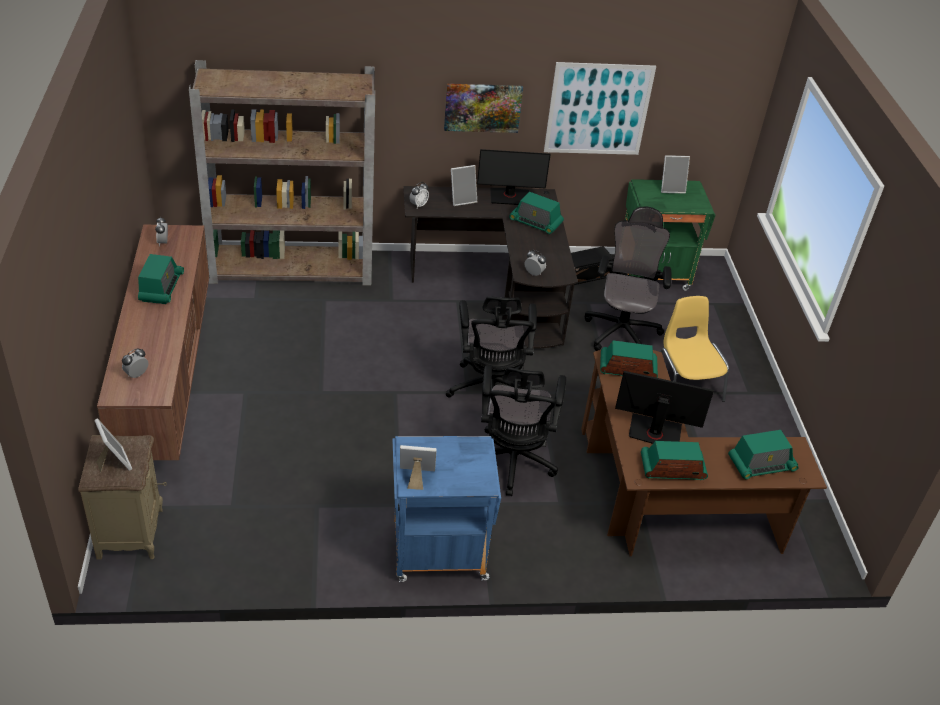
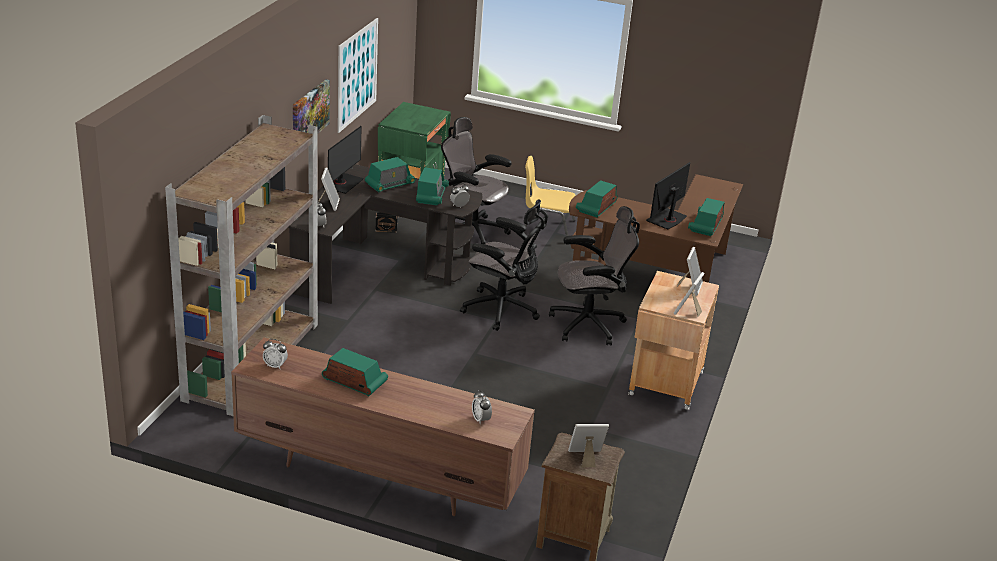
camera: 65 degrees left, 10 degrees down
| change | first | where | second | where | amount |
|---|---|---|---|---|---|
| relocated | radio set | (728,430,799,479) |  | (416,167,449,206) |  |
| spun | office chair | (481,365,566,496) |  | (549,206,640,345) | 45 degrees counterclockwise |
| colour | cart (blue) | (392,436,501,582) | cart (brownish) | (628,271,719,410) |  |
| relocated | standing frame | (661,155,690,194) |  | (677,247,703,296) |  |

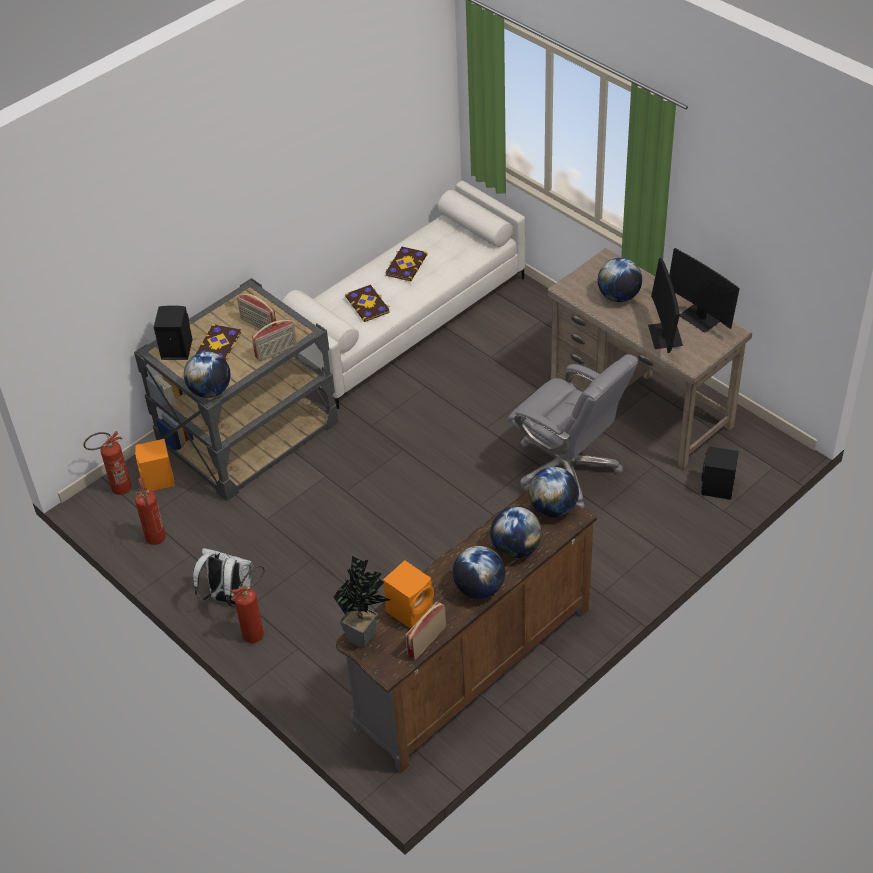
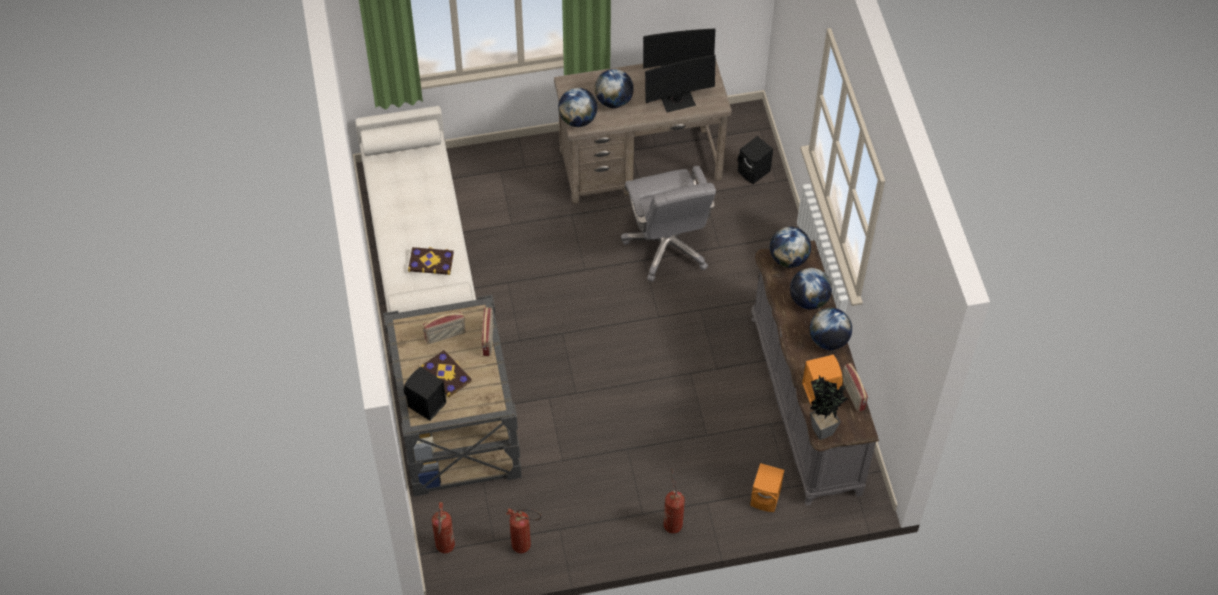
camera: 60 degrees left, 10 degrees up
| change | first | where | second | where | amount |
|---|---|---|---|---|---|
| relocated | world globe | (184,351,231,398) |  | (558,88,597,127) |  |
| spun | office chair (greyish) | (507,354,638,509) |  | (621,166,716,282) | 90 degrees clockwise |
| spun | computer display | (648,258,683,353) |  | (645,55,716,112) | 45 degrees counterclockwise |
| relocated | loudspeaker (orange) | (135,439,175,491) |  | (750,463,784,512) |  |
| missing | knapsack (white-coloured) | (193,548,255,607) |  |  |  |
| missing | book | (385,247,428,281) |  |  |  |

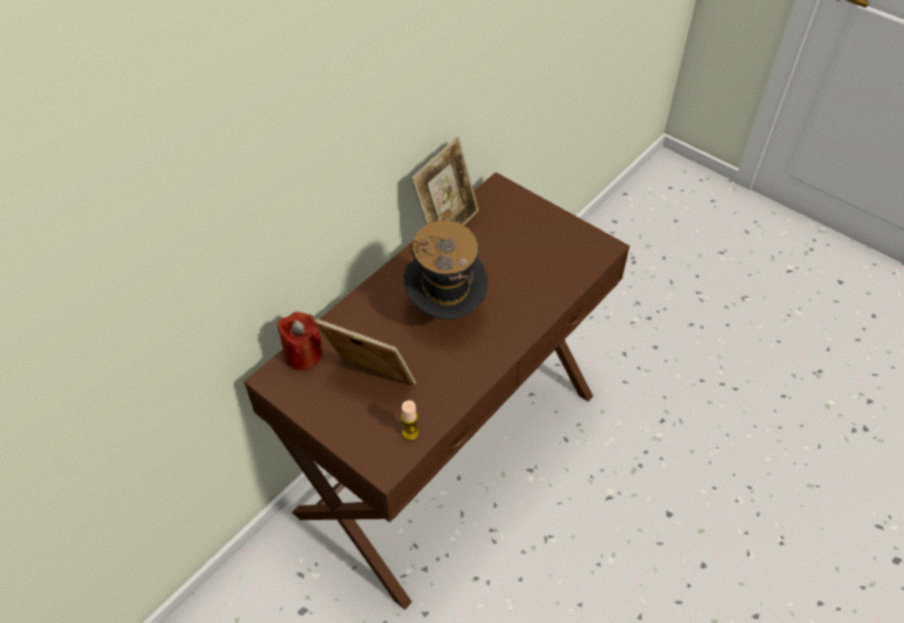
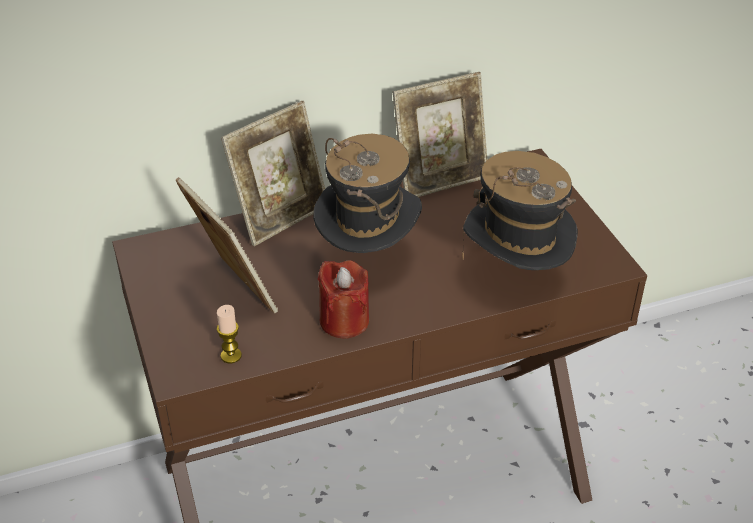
camera: 30 degrees right, 10 degrees down
| change | first | where | second | where | amount |
|---|---|---|---|---|---|
| appeared |  |  | standing frame | (221,101,325,246) |  |
| relocated | candle (red) | (278,312,323,370) |  | (318,260,369,338) |  |
| appeared |  |  | clothing hat | (462,151,578,270) |  |

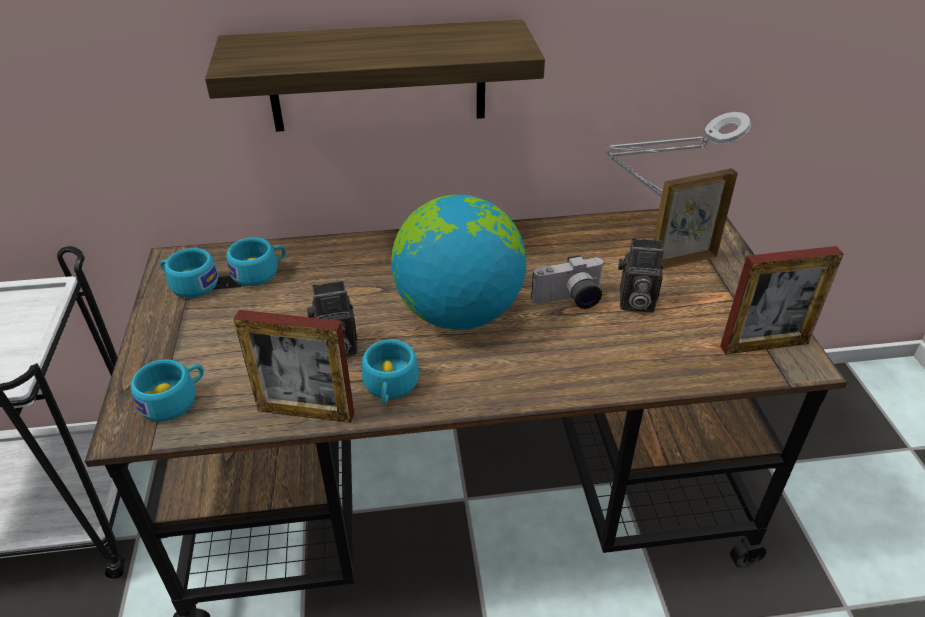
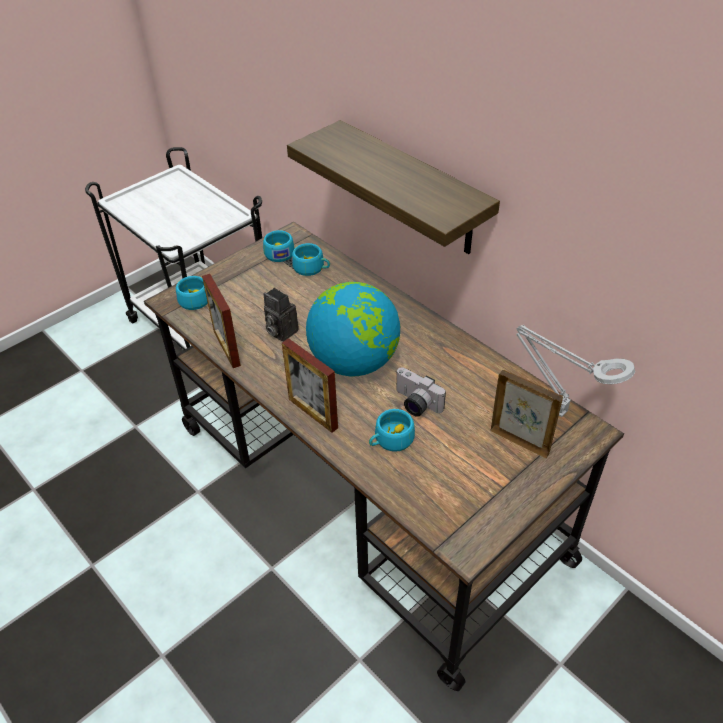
camera: 55 degrees right, 5 degrees up
| change | first | where | second | where | amount |
|---|---|---|---|---|---|
| relocated | standing frame | (720,246,844,354) |  | (282,338,338,433) |  |
| relocated | drinking cup (turquoise) | (362,339,419,404) |  | (369,409,415,452) |  |
| missing | still camera | (618,239,664,313) |  |  |  |

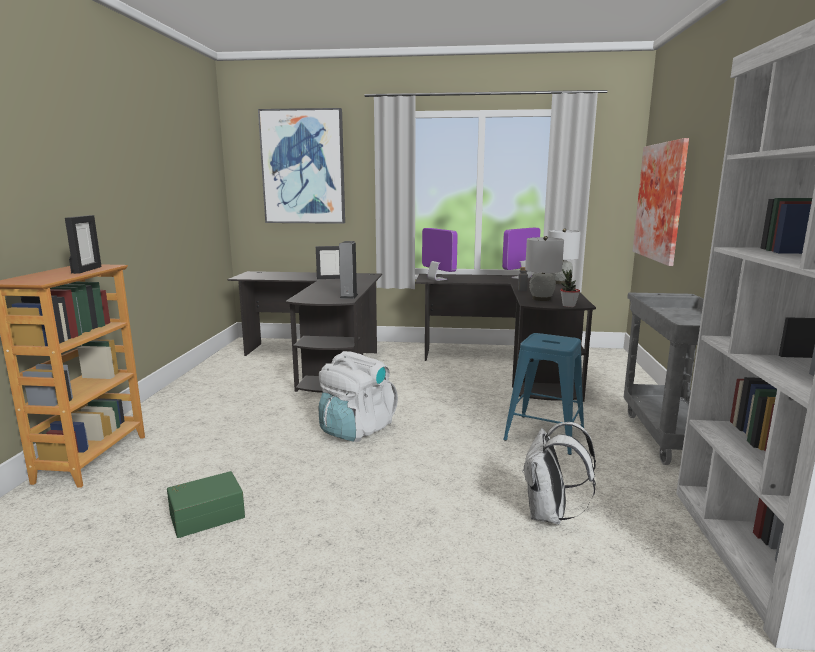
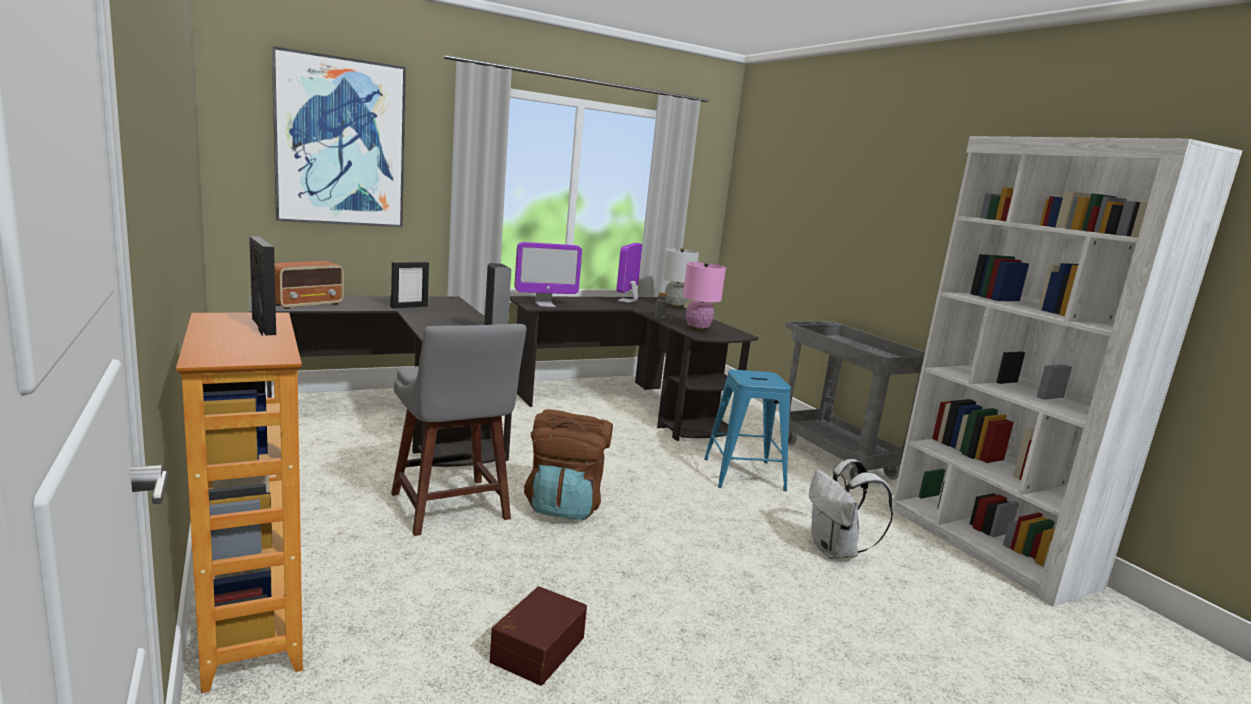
camera: 35 degrees left, 0 degrees up
| change | first | where | second | where | amount |
|---|---|---|---|---|---|
| appeared |  |  | radio set | (275,261,344,309) |  |
| appeared |  |  | stool seat (greyish) | (391,324,526,536) |  |
| colour | storage bin (greenish) | (167,471,245,538) | storage bin (brownish) | (490,586,587,686) |  |
| spun | computer display | (422,228,458,281) |  | (515,242,582,307) | 135 degrees clockwise |
| colour | knapsack (white-coloured) | (319,351,398,442) | knapsack (brownish) | (524,409,613,520) |  |
| colour | tabletop lamp (white-coloured) | (525,236,564,301) | tabletop lamp (pinkish) | (683,262,726,332) |  |
| missing | plant in a pot | (560,269,580,307) |  |  |  |
| missing | picture | (633,138,689,266) |  |  |  |

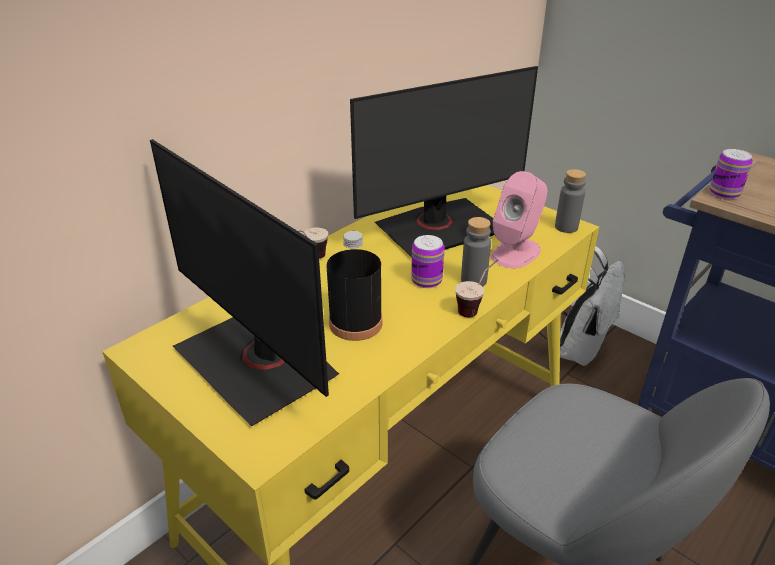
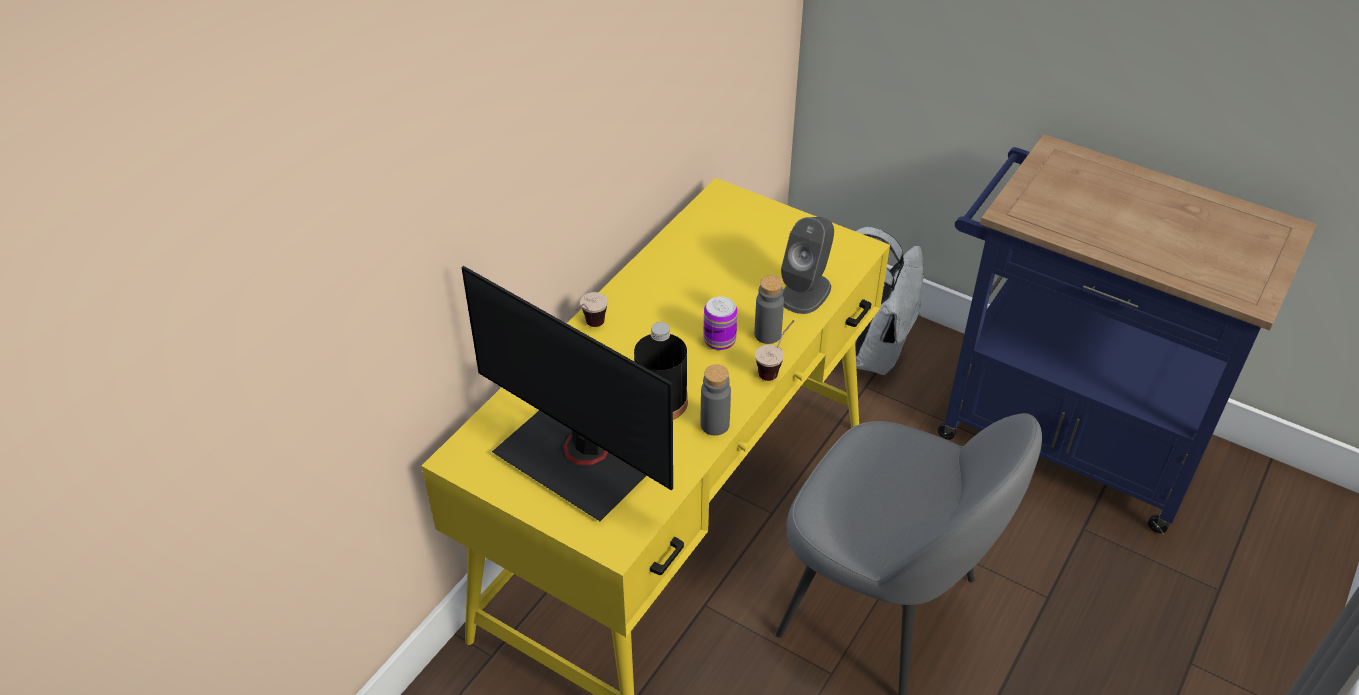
camera: 10 degrees left, 10 degrees up
| change | first | where | second | where | amount |
|---|---|---|---|---|---|
| relocated | beverage bottle (greyish) | (555,169,586,233) |  | (700,364,731,436) |  |
| colour | loudspeaker (pinkish) | (491,171,547,269) | loudspeaker (greyish) | (781,217,834,314) |  |
| missing | computer display | (350,66,538,257) |  |  |  |
| missing | metal can | (710,149,753,199) |  |  |  |

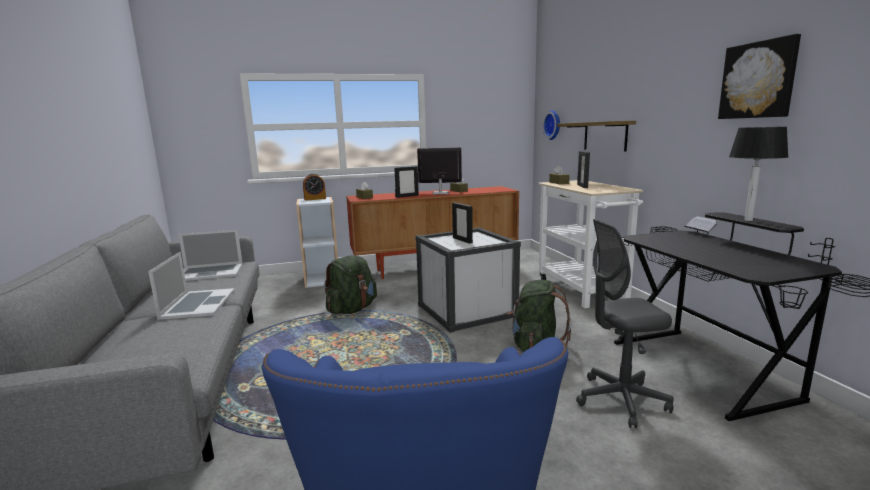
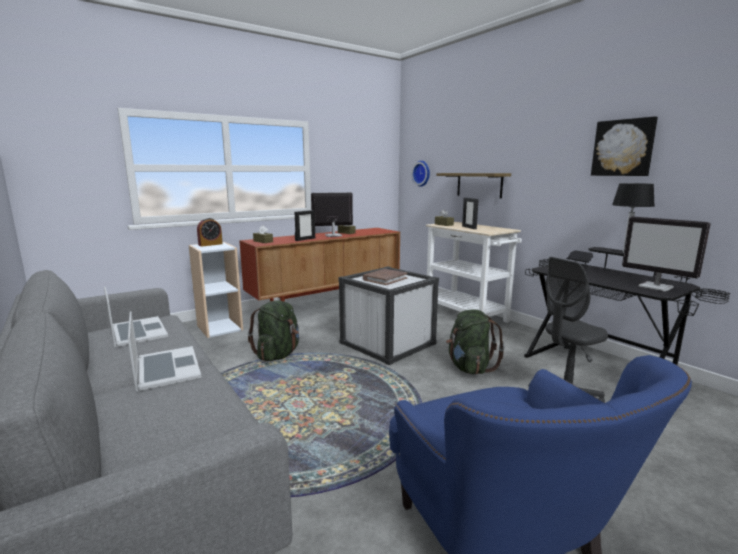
camera: 20 degrees left, 0 degrees up
| change | first | where | second | where | amount |
|---|---|---|---|---|---|
| spun | portable computer | (178,230,243,281) |  | (104,287,168,347) | 90 degrees counterclockwise |
| exchanged | standing frame | (452,202,473,244) | book (brownish) | (363,269,408,285) |  |
| appeared |  |  | computer display | (622,216,711,291) |  |

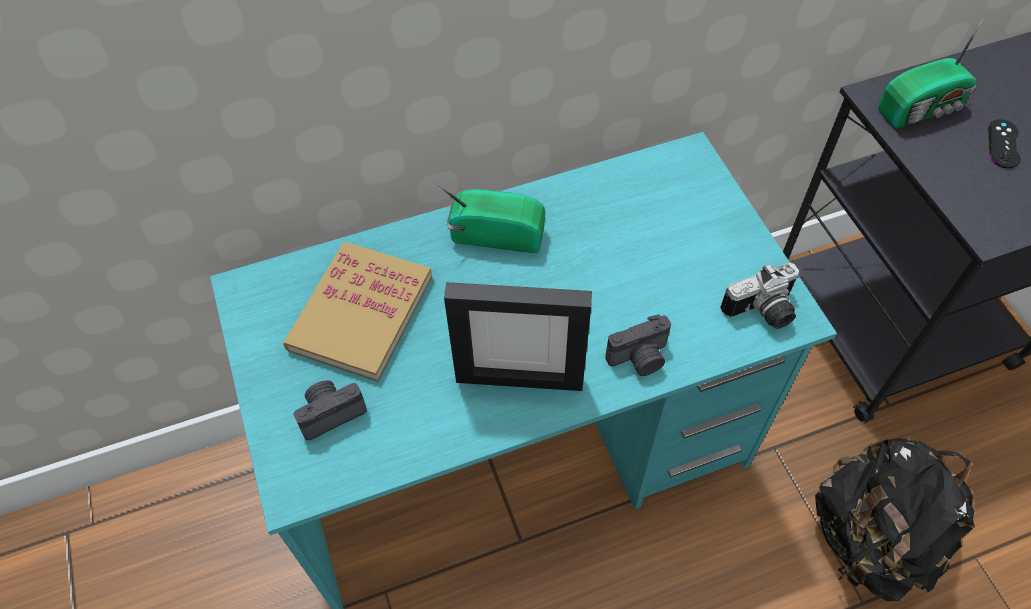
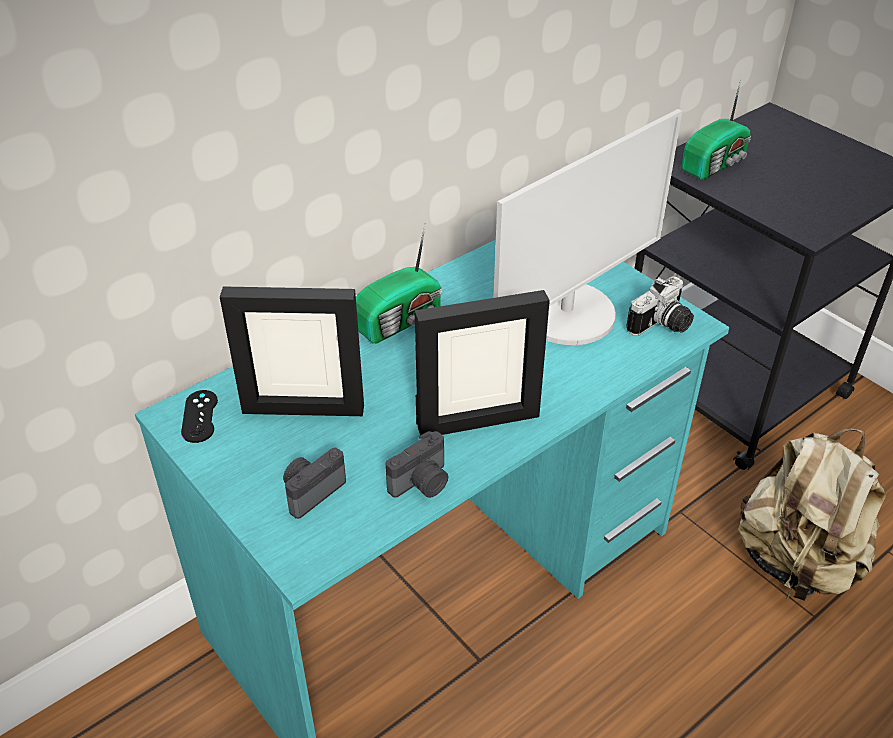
camera: 20 degrees left, 15 degrees down
| change | first | where | second | where | amount |
|---|---|---|---|---|---|
| relocated | game controller (black) | (988,119,1021,168) |  | (181,390,218,443) |  |
| exchanged | book | (283,242,432,382) | standing frame | (220,286,364,416) |  |
| spun | radio set | (436,183,546,253) |  | (356,223,442,344) | 150 degrees clockwise |
| relocated | still camera | (605,314,671,376) |  | (386,431,448,498) |  |
| appeared |  |  | computer display | (493,109,682,345) |  |
| colour | knapsack (black) | (815,437,974,601) | knapsack (sand-coloured) | (738,428,886,601) |  |

